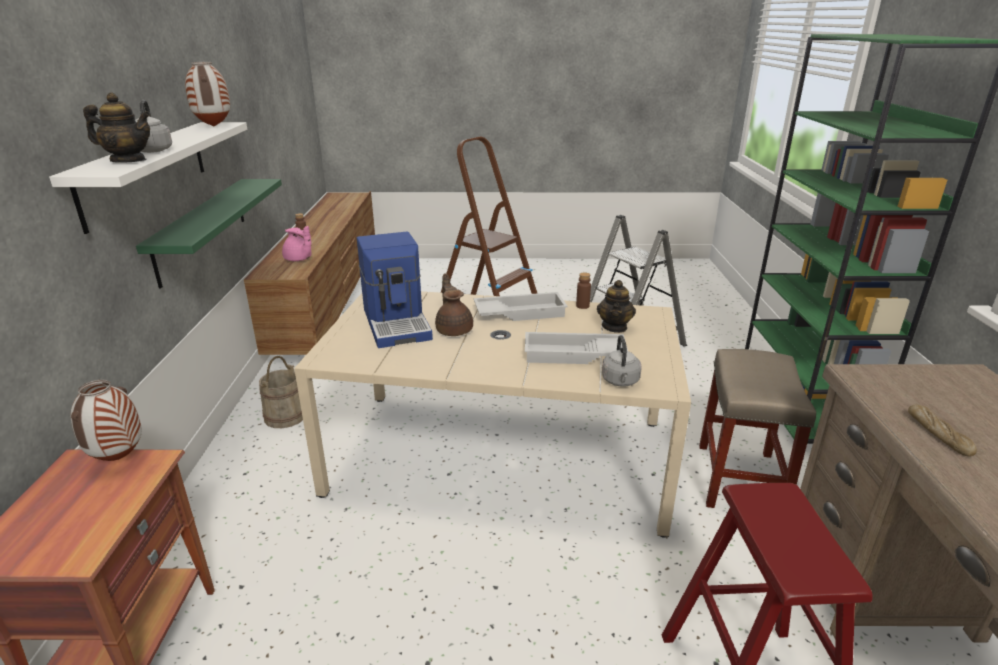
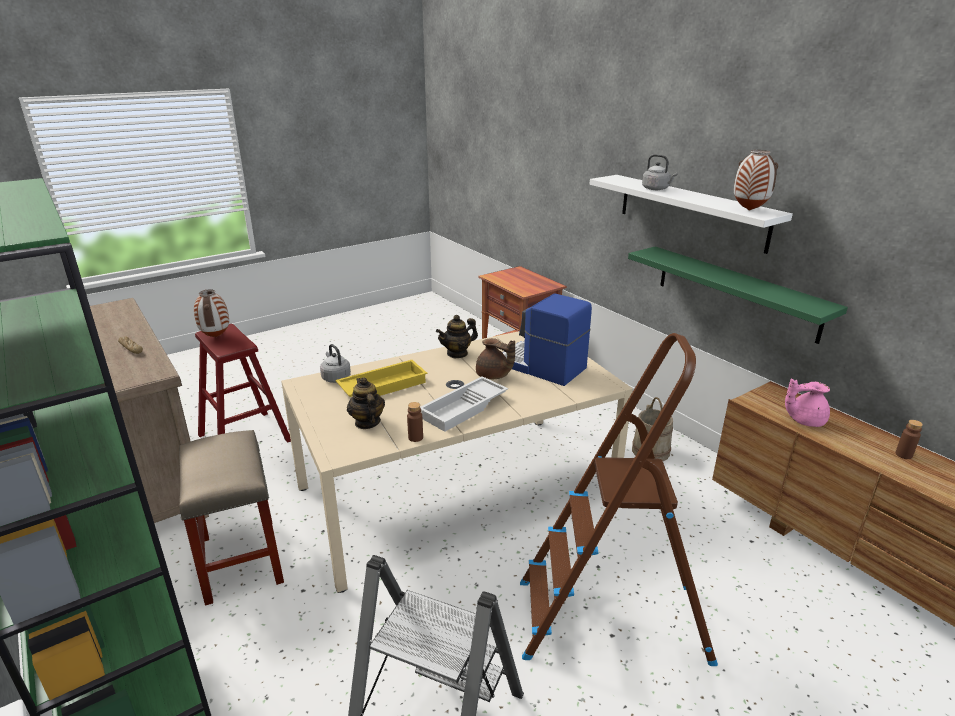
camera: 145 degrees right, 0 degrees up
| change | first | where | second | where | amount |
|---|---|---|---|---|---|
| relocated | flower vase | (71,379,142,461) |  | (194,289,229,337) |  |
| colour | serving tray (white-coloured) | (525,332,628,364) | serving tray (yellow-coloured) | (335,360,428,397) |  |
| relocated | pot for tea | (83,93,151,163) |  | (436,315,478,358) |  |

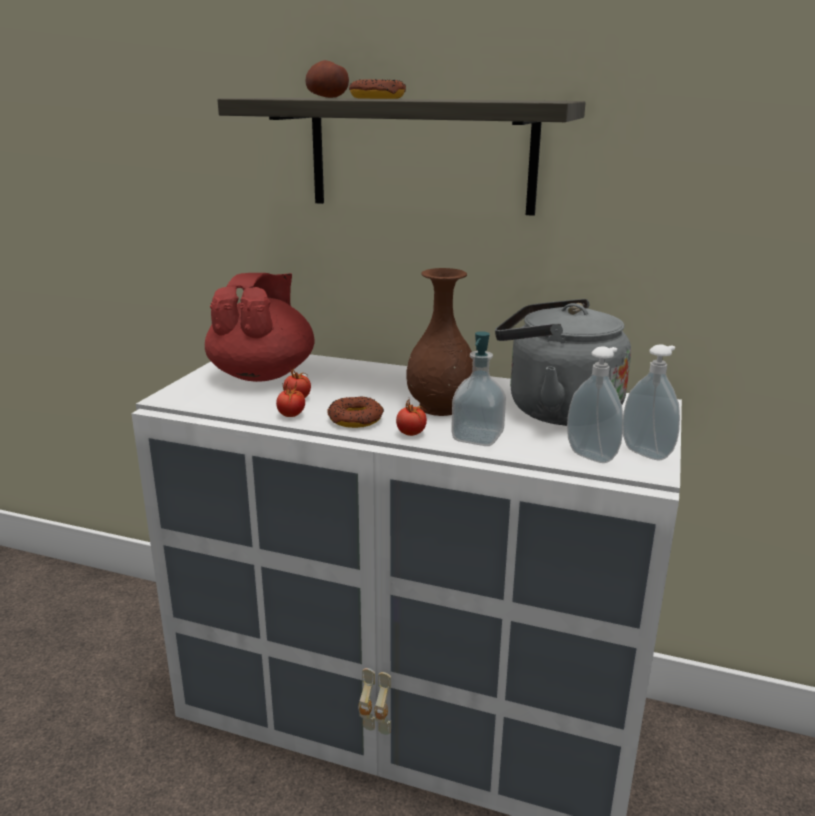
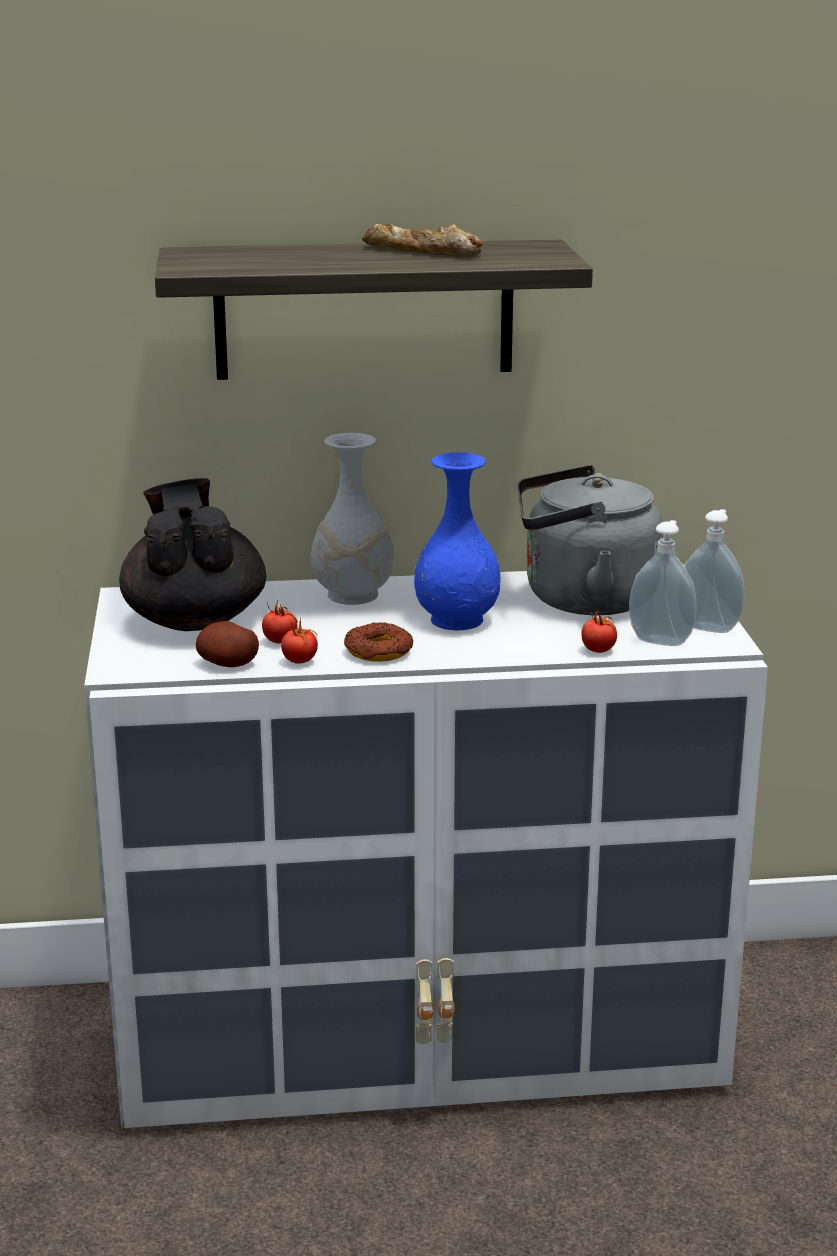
camera: 25 degrees left, 0 degrees up
| change | first | where | second | where | amount |
|---|---|---|---|---|---|
| colour | pot for tea (red) | (205,273,314,382) | pot for tea (black) | (119,478,266,631) |  |
| relocated | spud | (305,60,349,98) |  | (196,621,259,667) |  |
| appeared |  |  | flower vase (white-coloured) | (311,433,394,605) |  |
| appeared |  |  | baked bread | (362,224,483,257) |  |
| colour | flower vase (brownish) | (406,268,473,416) | flower vase (blue) | (414,452,500,630) |  |
| relocated | fresh tomato | (396,398,427,436) |  | (582,608,617,653) |  |
| missing | doughnut | (349,79,406,99) |  |  |  |
| missing | soap dispenser | (451,331,506,446) |  |  |  |

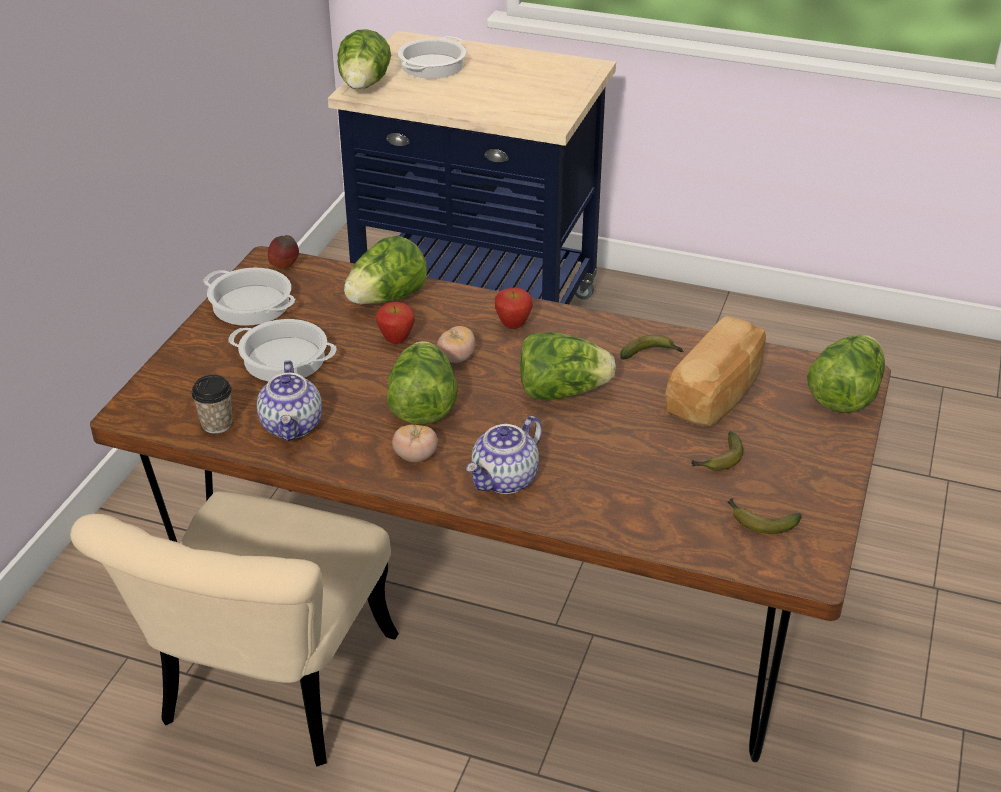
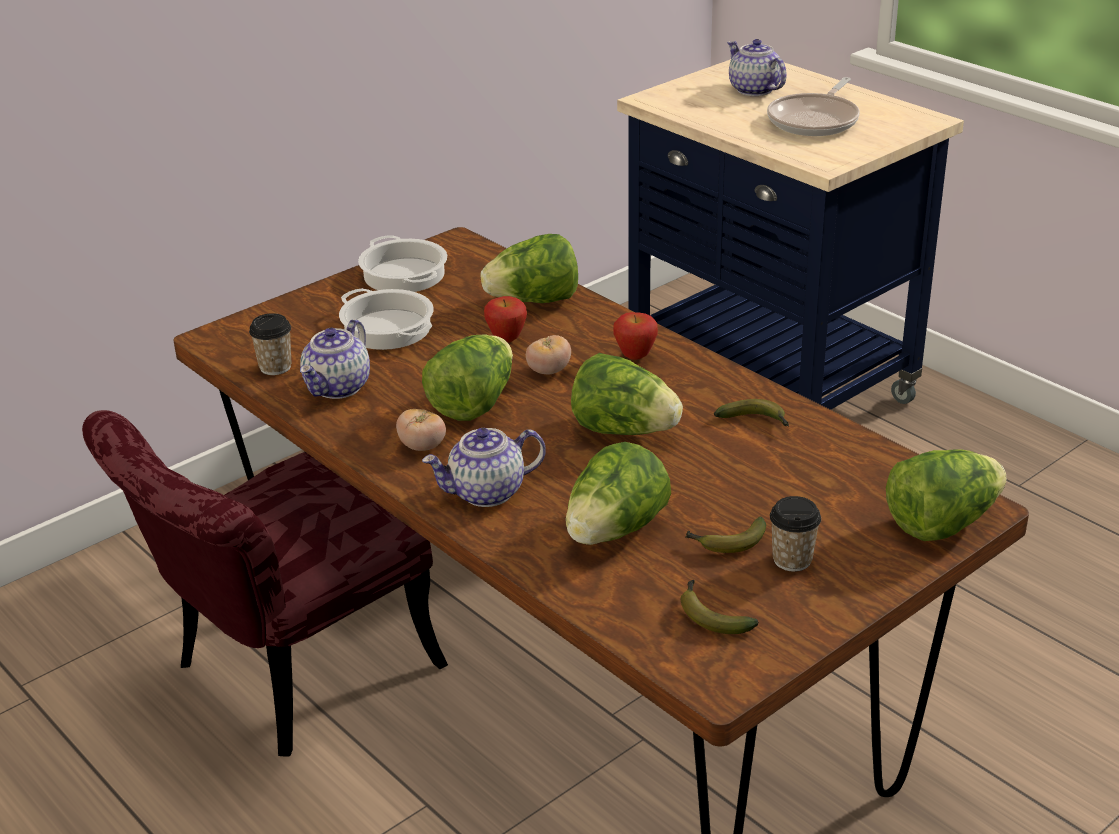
camera: 30 degrees right, 5 degrees down
| change | first | where | second | where | amount |
|---|---|---|---|---|---|
| colour | plain chair (sand-coloured) | (70,491,399,767) | plain chair (red) | (82,410,448,757) |  |
| relocated | head of lettuce | (337,29,391,90) |  | (566,442,671,545) |  |
| exchanged | cooking pot | (398,36,466,79) | pot for tea | (727,39,787,96) |  |
| appeared |  |  | pan | (767,77,860,136) |  |
| appeared |  |  | drinking cup | (770,496,821,572) |  |
| missing | whole apple | (268,235,299,269) |  |  |  |
| missing | baked bread | (665,316,766,427) |  |  |  |

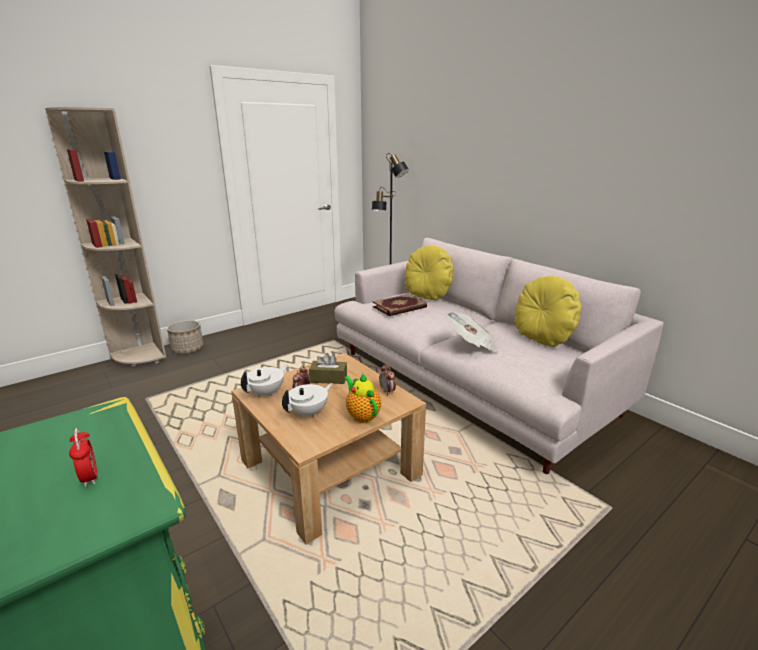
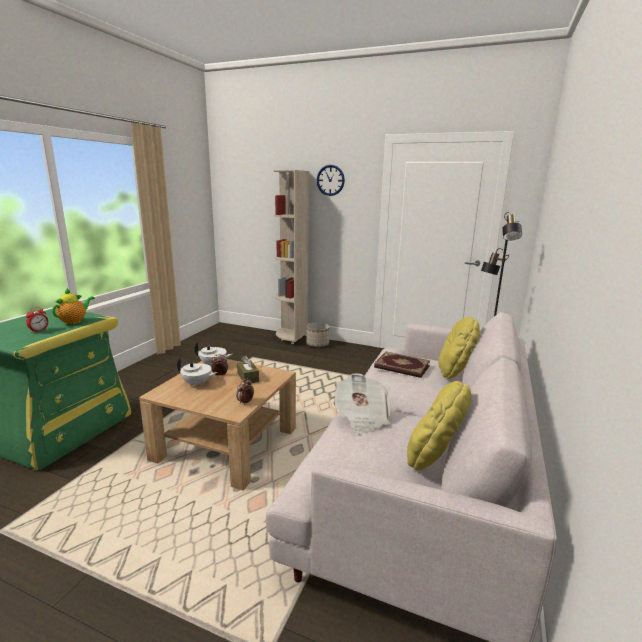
camera: 60 degrees right, 5 degrees down
| change | first | where | second | where | amount |
|---|---|---|---|---|---|
| relocated | pot for tea | (344,374,381,423) |  | (52,288,95,325) |  |
| appeared |  |  | wall clock | (317,165,345,196) |  |

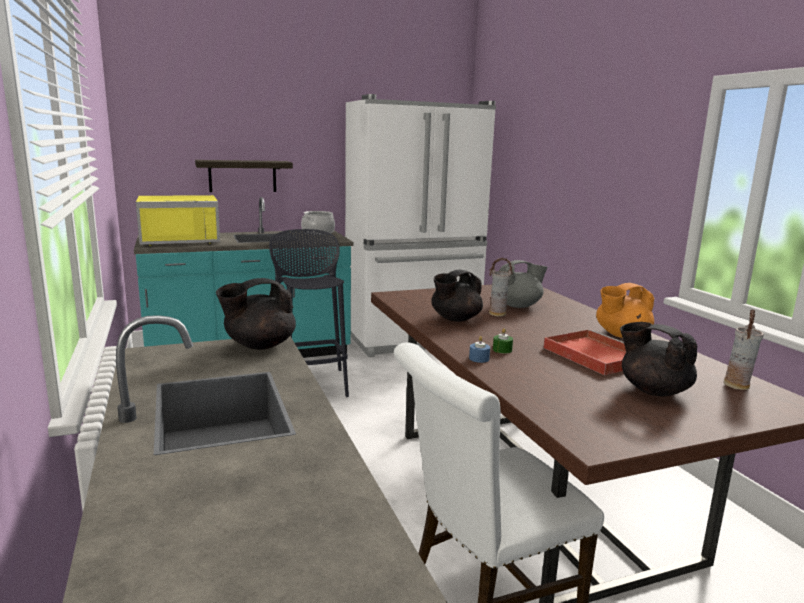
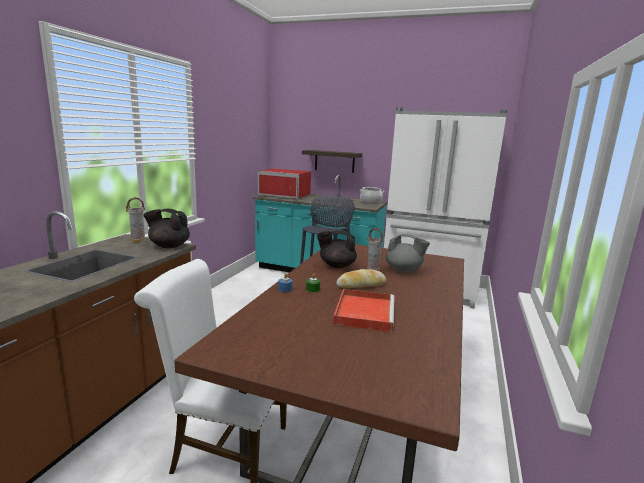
camera: 40 degrees right, 0 degrees up
| change | first | where | second | where | amount |
|---|---|---|---|---|---|
| relocated | flower vase | (723,310,764,390) |  | (126,197,145,242) |  |
| colour | microwave (yellow-coloured) | (136,195,220,246) | microwave (red) | (258,169,311,199) |  |
| appeared |  |  | baked bread | (336,269,386,288) |  |
| missing | pot for tea (orange) | (596,283,655,338) |  |  |  |
| missing | pot for tea (black) | (620,322,697,396) |  |  |  |

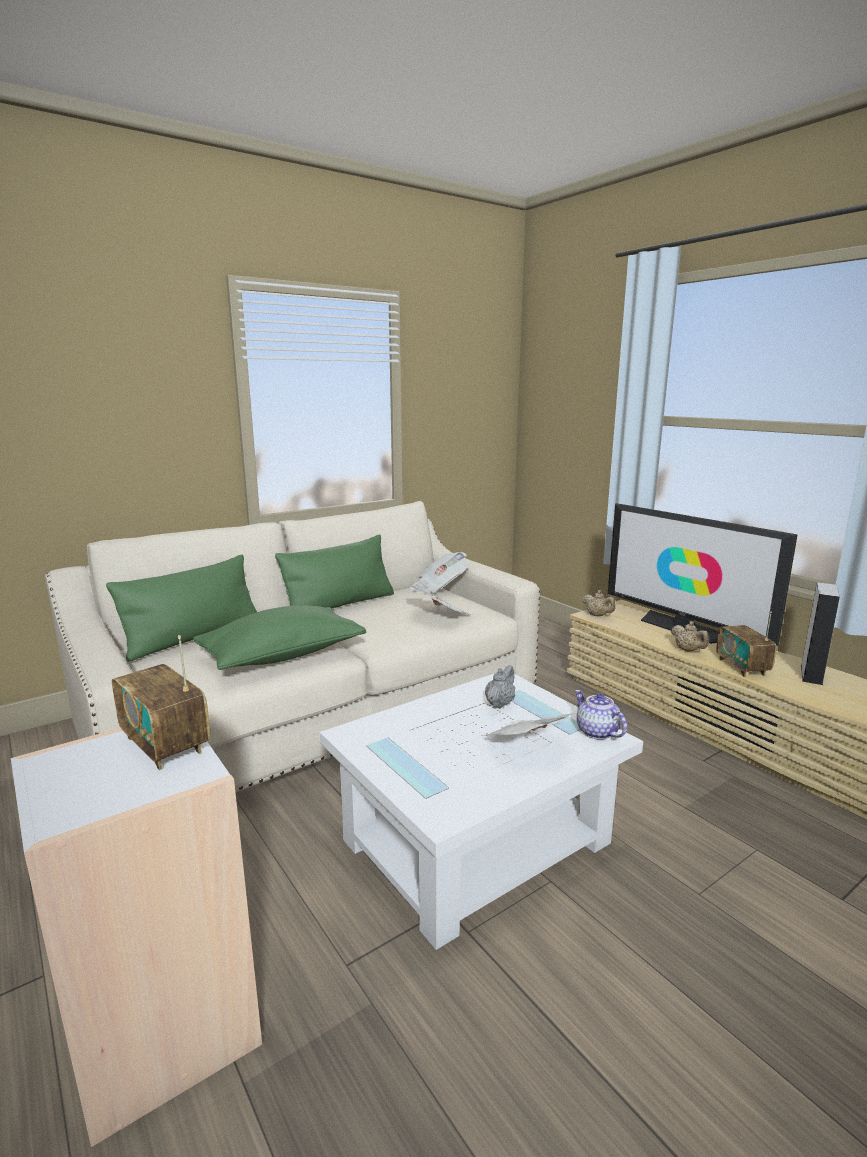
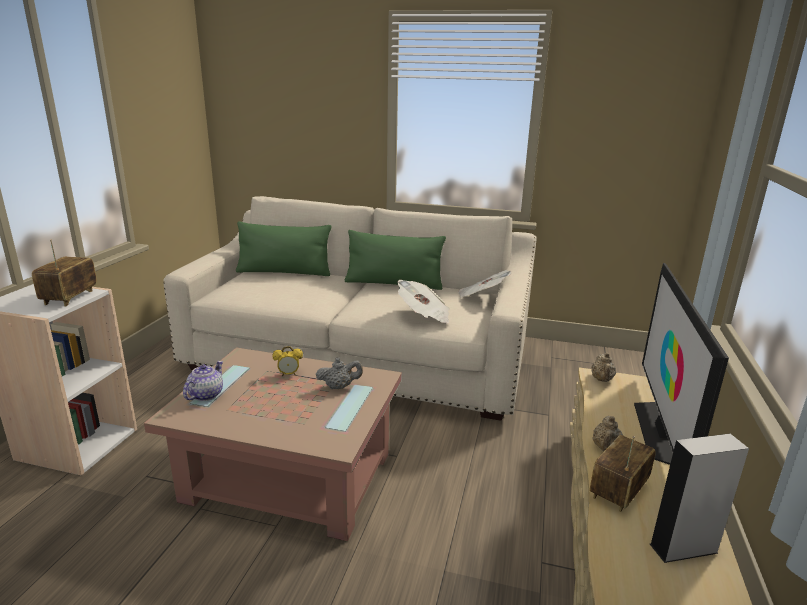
camera: 50 degrees right, 5 degrees up
| change | first | where | second | where | amount |
|---|---|---|---|---|---|
| colour | low table (white-coloured) | (319,673,643,950) | low table (brownish) | (144,348,402,541) |  |
| relocated | pot for tea | (575,690,627,740) |  | (183,361,223,401) |  |
| appeared |  |  | bedside clock | (272,346,303,376) |  |
| missing | throw pillow (greenish) | (193,605,366,670) |  |  |  |
| missing | daily paper | (482,713,575,736) |  |  |  |

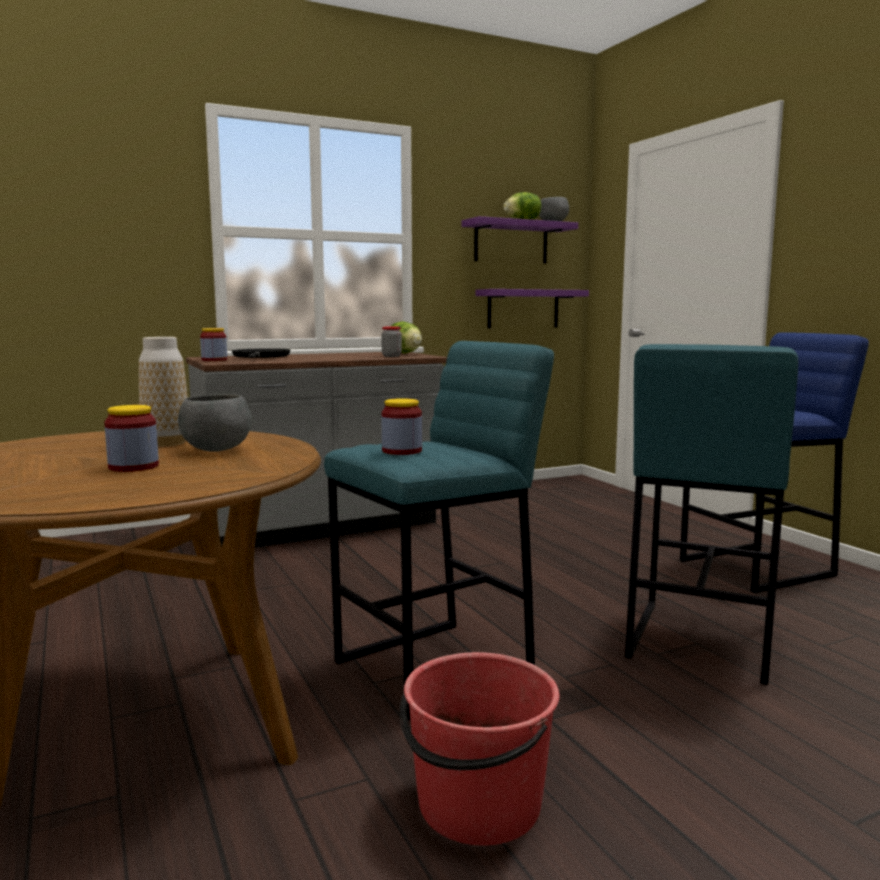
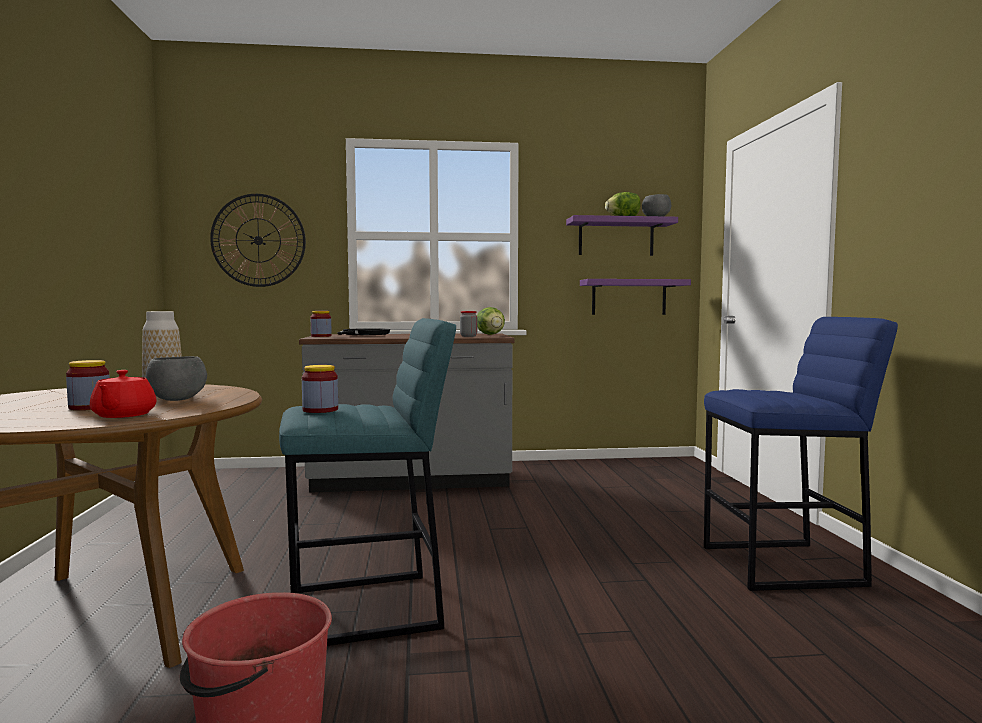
camera: 20 degrees right, 5 degrees down
| change | first | where | second | where | amount |
|---|---|---|---|---|---|
| appeared |  |  | pot for tea (red) | (90,370,157,418) |  |
| appeared |  |  | wall clock | (210,194,306,287) |  |
| missing | stool seat (turquoise) | (625,344,798,685) |  |  |  |

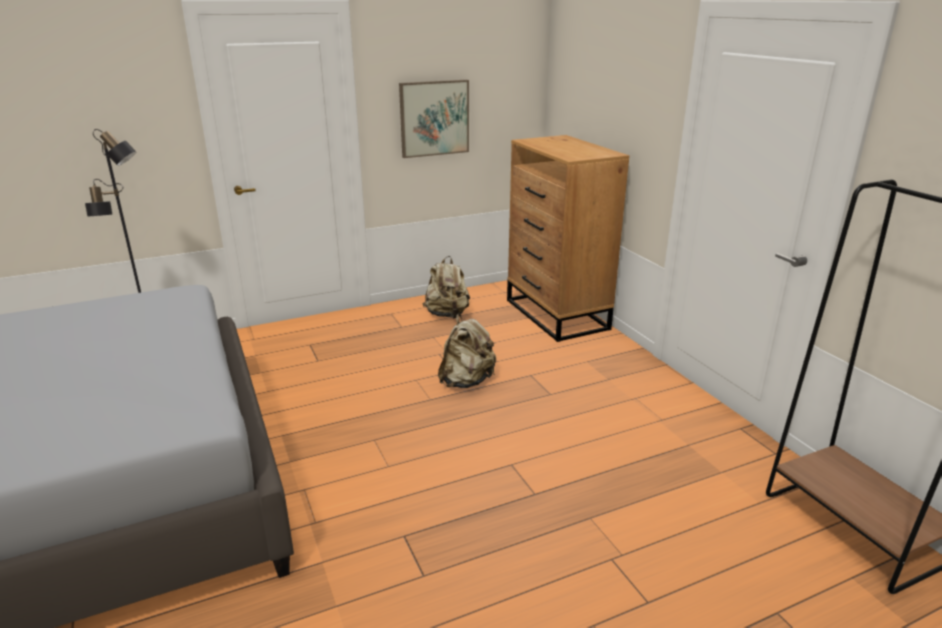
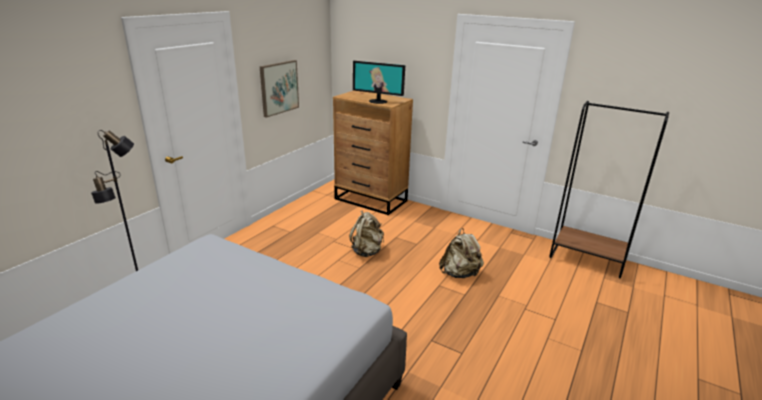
camera: 35 degrees left, 0 degrees up
| change | first | where | second | where | amount |
|---|---|---|---|---|---|
| appeared |  |  | computer display | (353,61,405,104) |  |
| relocated | knapsack (sand-coloured) | (422,256,470,319) |  | (439,228,484,278) |  |

